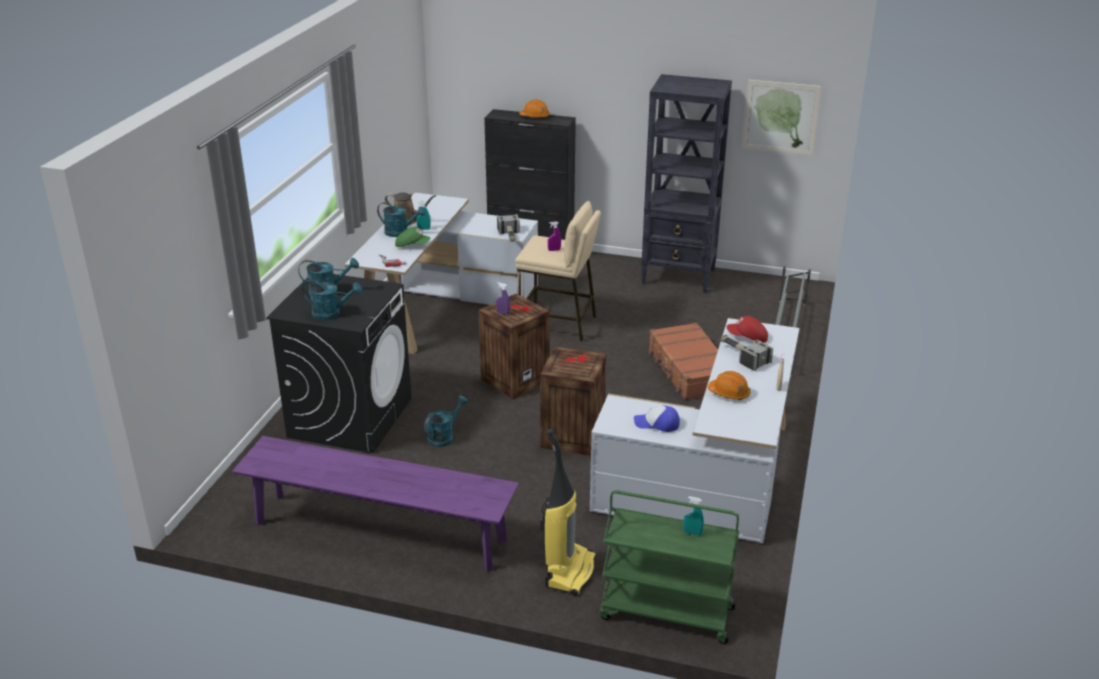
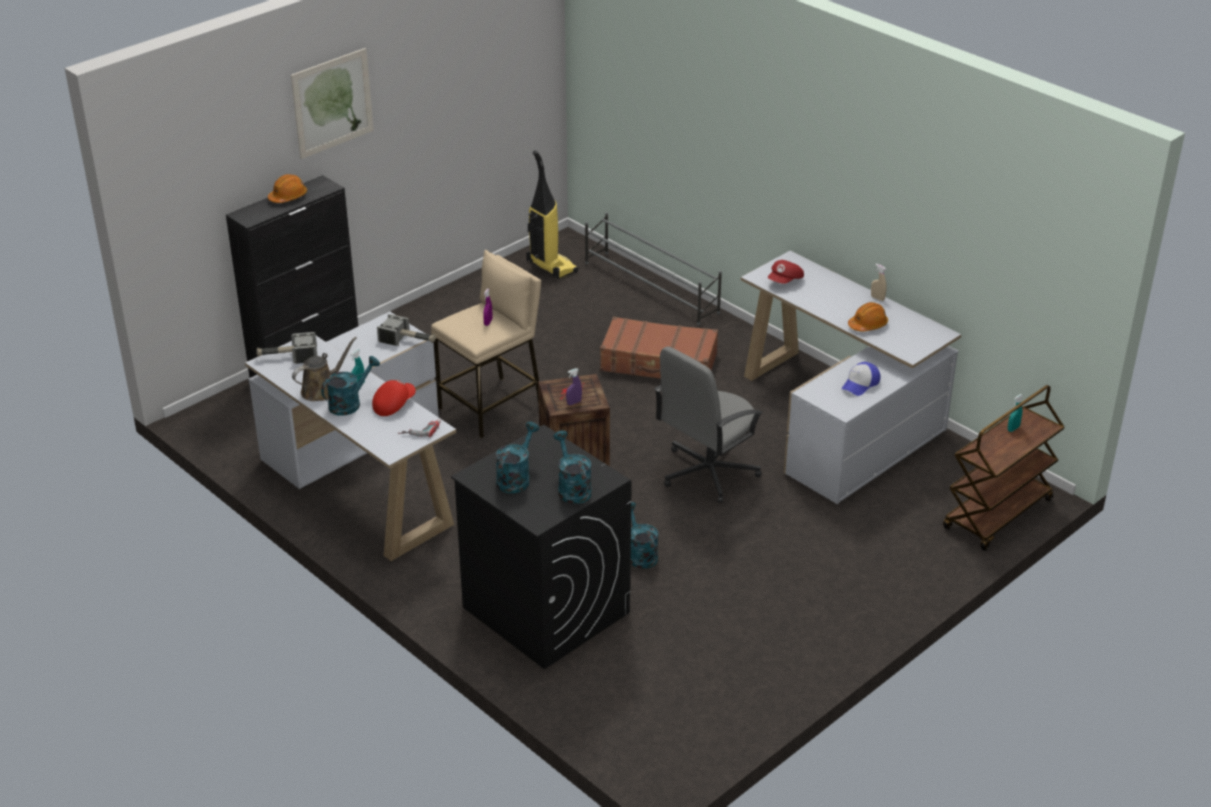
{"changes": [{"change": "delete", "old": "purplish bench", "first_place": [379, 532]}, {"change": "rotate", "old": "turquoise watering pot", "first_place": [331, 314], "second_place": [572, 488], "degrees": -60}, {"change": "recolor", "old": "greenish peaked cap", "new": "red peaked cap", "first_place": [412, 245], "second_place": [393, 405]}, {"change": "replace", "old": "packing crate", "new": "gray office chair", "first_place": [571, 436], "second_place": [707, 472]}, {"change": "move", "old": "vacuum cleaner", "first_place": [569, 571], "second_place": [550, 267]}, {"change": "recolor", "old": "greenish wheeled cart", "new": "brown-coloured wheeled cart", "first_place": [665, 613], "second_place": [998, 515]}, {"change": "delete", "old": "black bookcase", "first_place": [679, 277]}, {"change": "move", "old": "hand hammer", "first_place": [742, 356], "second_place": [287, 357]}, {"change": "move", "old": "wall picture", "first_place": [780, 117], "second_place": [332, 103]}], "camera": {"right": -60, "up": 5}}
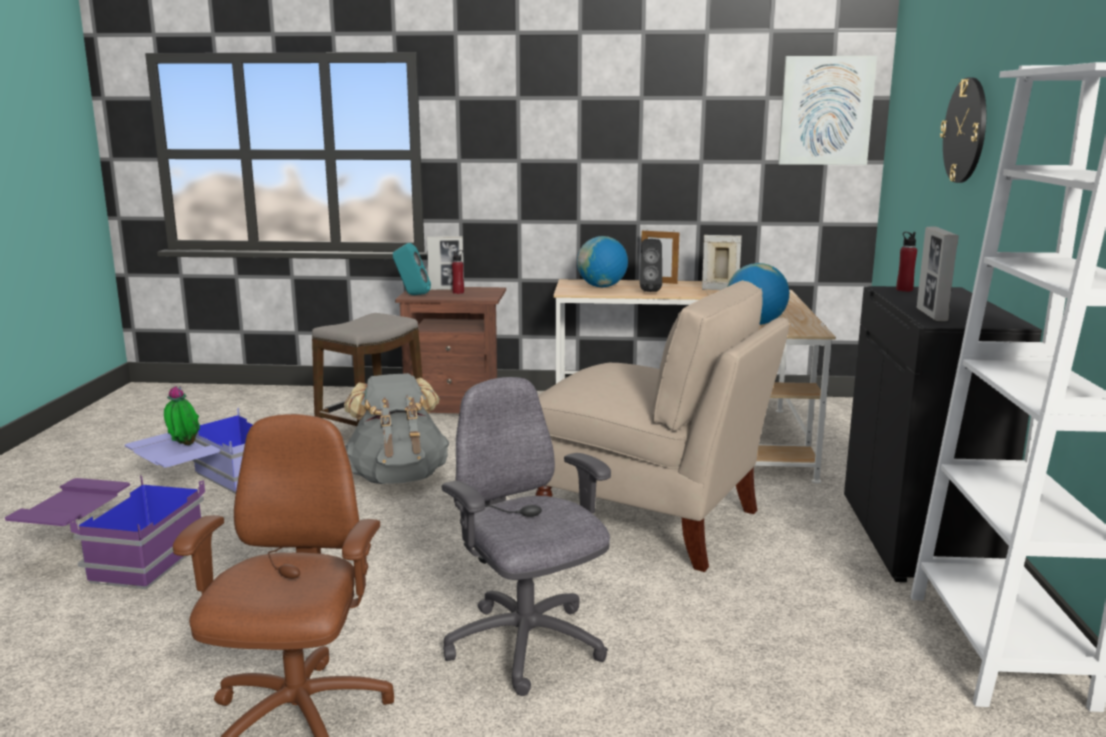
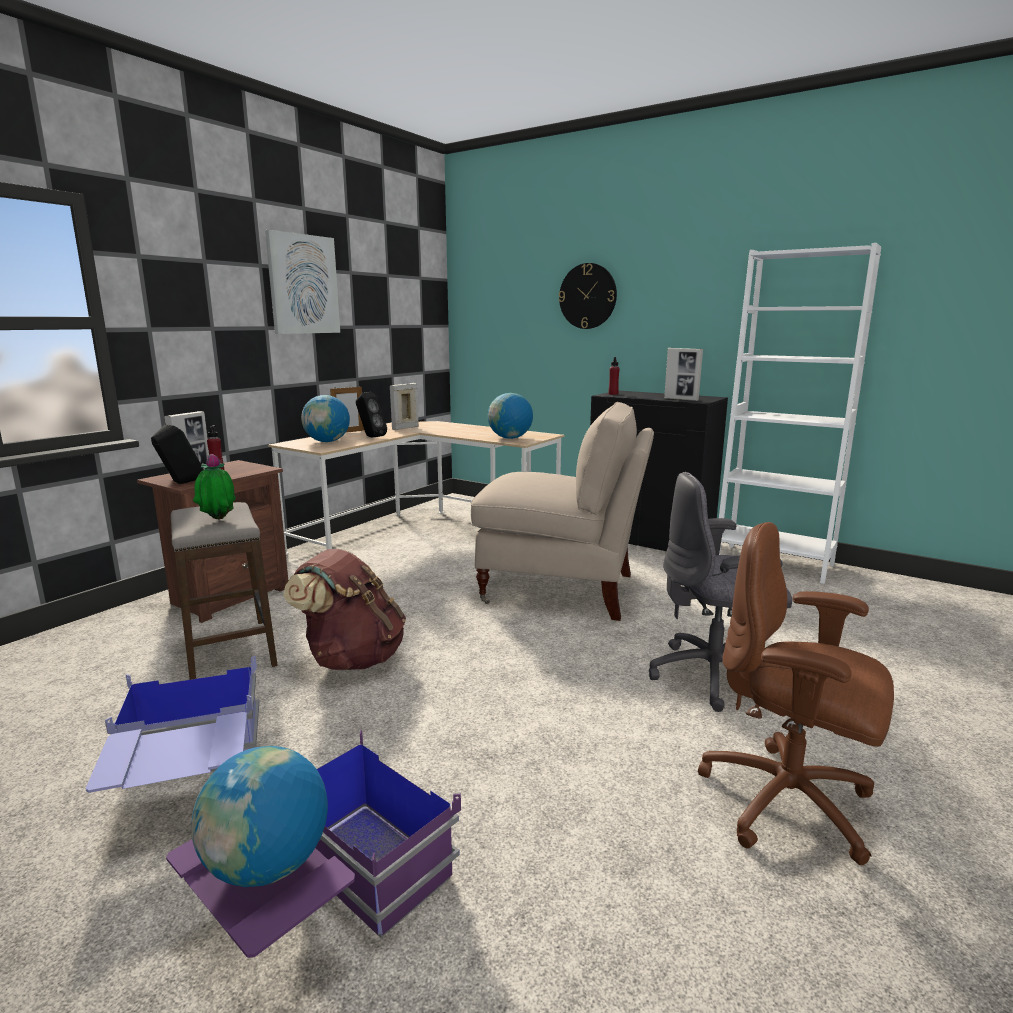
{"changes": [{"change": "move", "old": "houseplant", "first_place": [184, 445], "second_place": [217, 520]}, {"change": "recolor", "old": "gray backpack", "new": "brown-coloured backpack", "first_place": [398, 477], "second_place": [352, 659]}, {"change": "recolor", "old": "turquoise speaker", "new": "black speaker", "first_place": [412, 295], "second_place": [180, 483]}, {"change": "rotate", "old": "sand-coloured chair", "first_place": [653, 520], "second_place": [562, 589], "degrees": 45}, {"change": "move", "old": "wall picture", "first_place": [825, 111], "second_place": [303, 284]}, {"change": "insert", "new": "globe", "second_place": [268, 865]}], "camera": {"right": -60, "up": 0}}
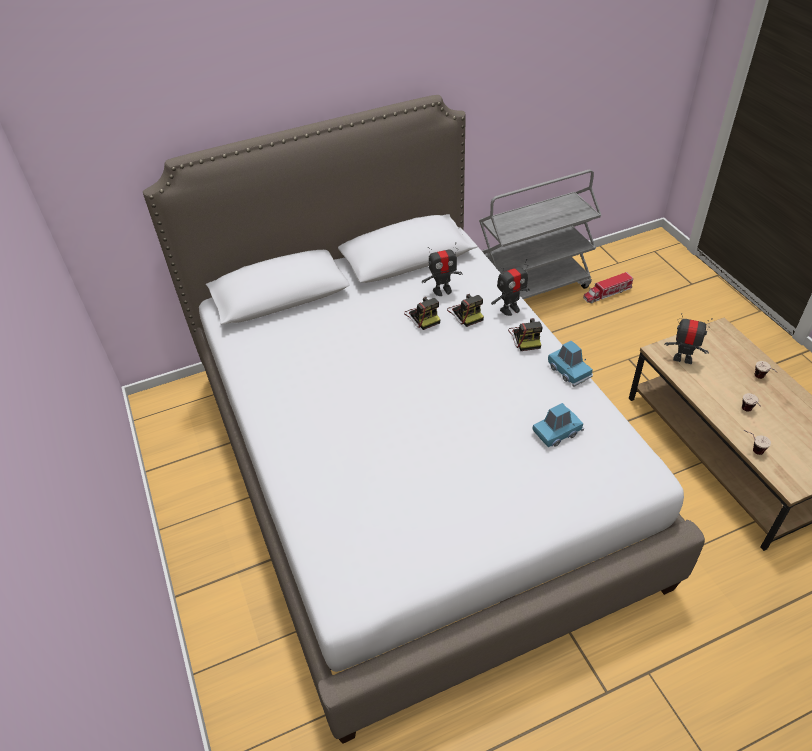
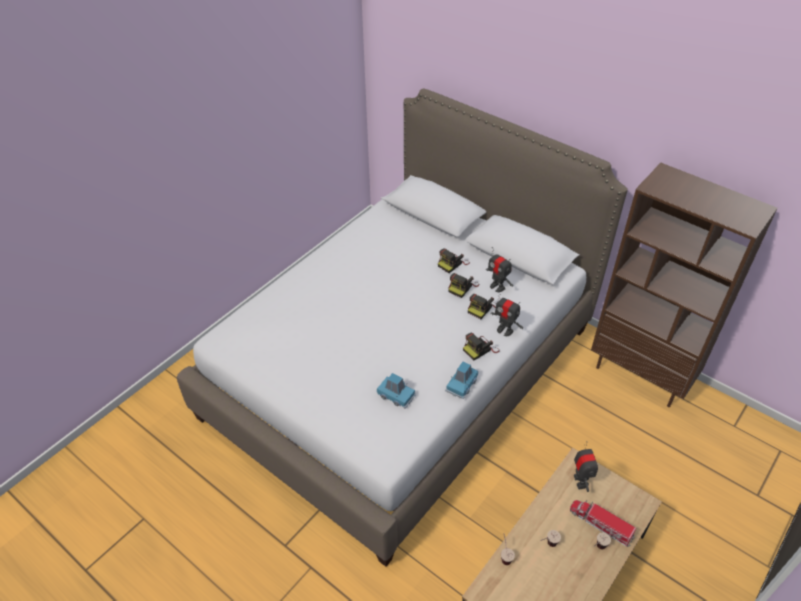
{"changes": [{"change": "replace", "old": "gray wheeled cart", "new": "brown-coloured bookcase", "first_place": [532, 289], "second_place": [641, 374]}, {"change": "move", "old": "toy lorry", "first_place": [607, 293], "second_place": [600, 524]}, {"change": "insert", "new": "still camera", "second_place": [453, 263]}], "camera": {"right": 60, "up": 0}}
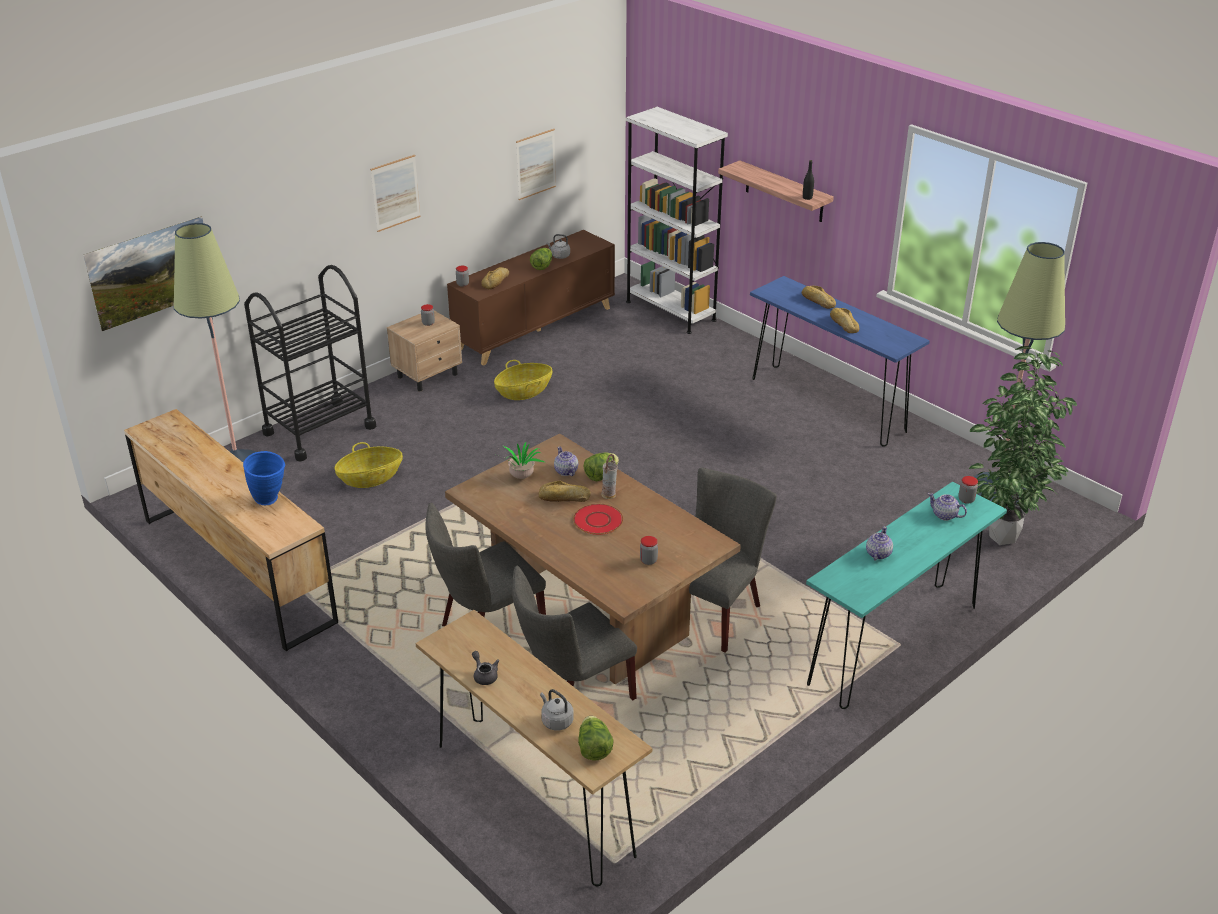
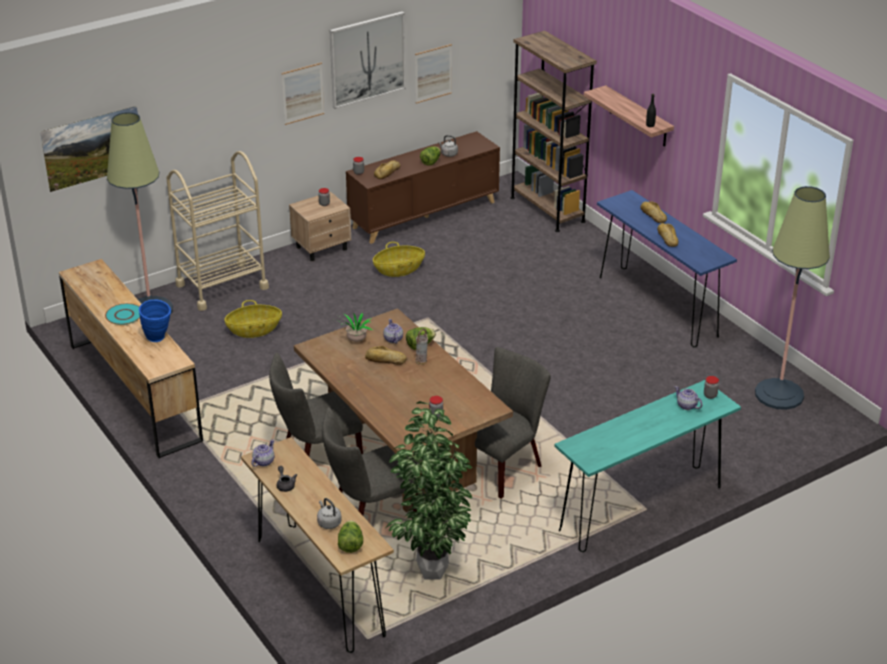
{"changes": [{"change": "recolor", "old": "black wheeled cart", "new": "sand-coloured wheeled cart", "first_place": [319, 430], "second_place": [222, 286]}, {"change": "delete", "old": "red dinner plate", "first_place": [597, 520]}, {"change": "recolor", "old": "white-coloured bookcase", "new": "brown-coloured bookcase", "first_place": [670, 311], "second_place": [547, 209]}, {"change": "move", "old": "teapot", "first_place": [878, 554], "second_place": [263, 461]}, {"change": "move", "old": "houseplant", "first_place": [1000, 539], "second_place": [429, 574]}, {"change": "insert", "new": "turquoise dinner plate", "second_place": [124, 315]}, {"change": "insert", "new": "wall picture", "second_place": [367, 59]}], "camera": {"right": 10, "up": 0}}
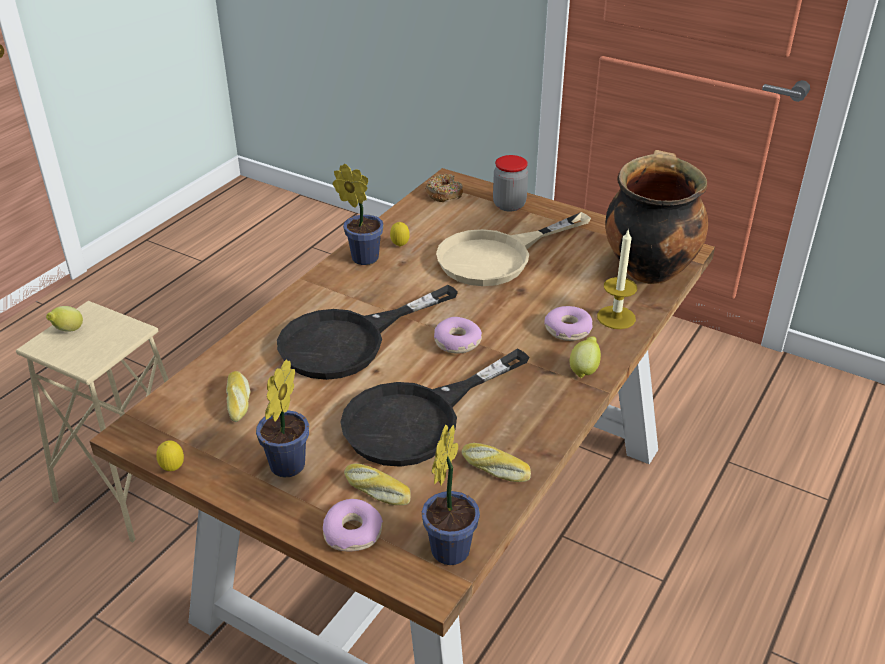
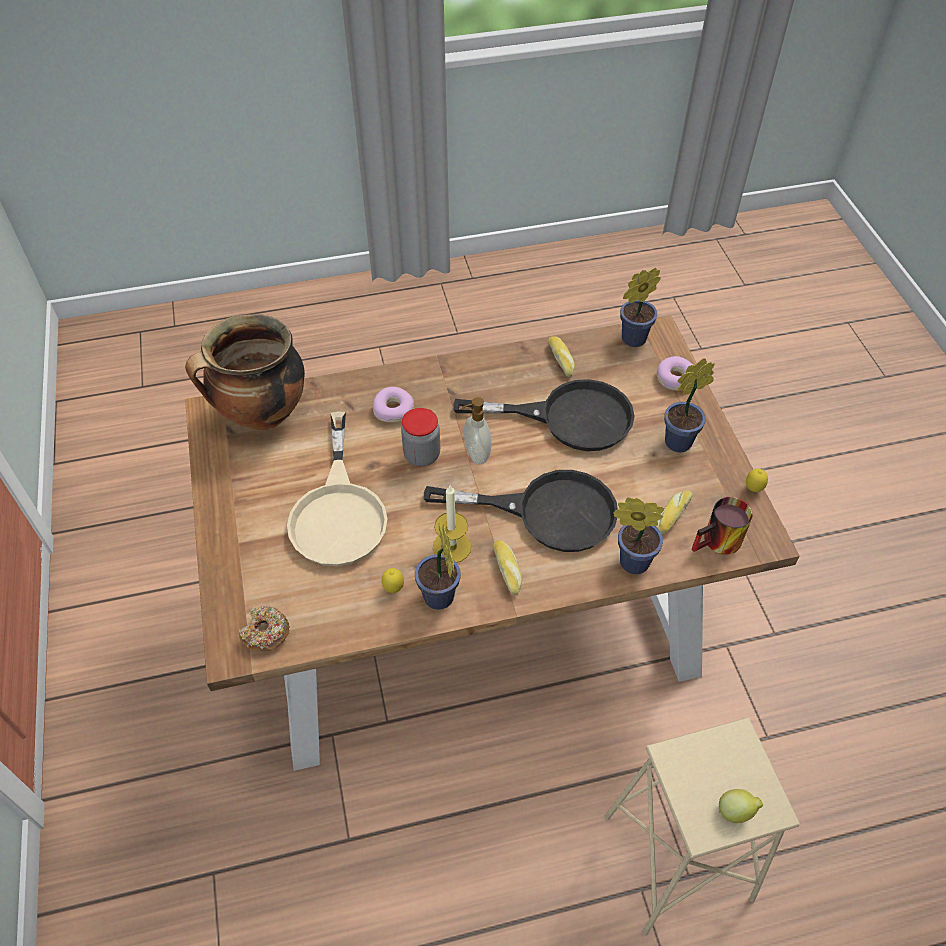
{"changes": [{"change": "move", "old": "bread", "first_place": [376, 491], "second_place": [508, 570]}, {"change": "replace", "old": "ring doughnut", "new": "soap bottle", "first_place": [457, 342], "second_place": [476, 454]}, {"change": "rotate", "old": "sand-coloured frying pan", "first_place": [498, 256], "second_place": [339, 511], "degrees": 75}, {"change": "move", "old": "jar", "first_place": [509, 205], "second_place": [422, 455]}, {"change": "delete", "old": "lemon", "first_place": [584, 370]}, {"change": "move", "old": "wax candle", "first_place": [616, 317], "second_place": [452, 547]}, {"change": "insert", "new": "houseplant", "second_place": [630, 561]}, {"change": "insert", "new": "coffee mug", "second_place": [719, 544]}], "camera": {"right": -135, "up": 15}}
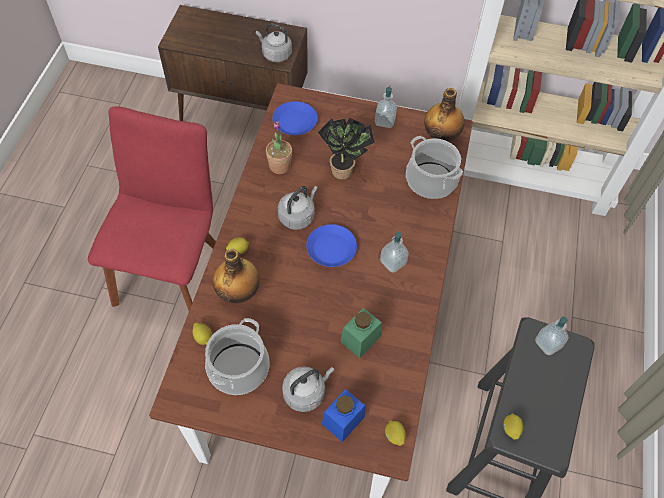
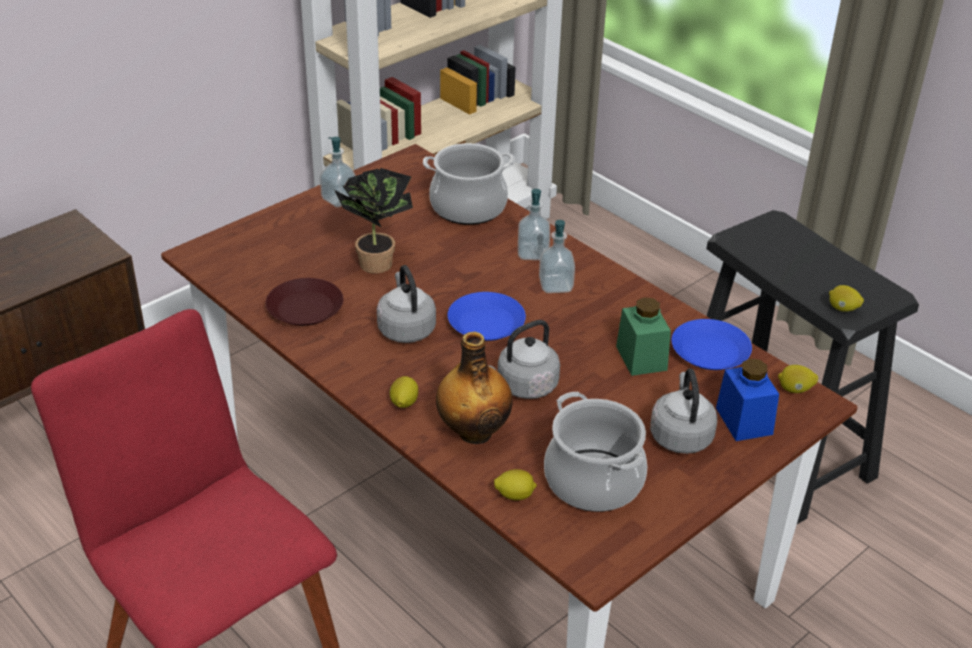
{"changes": [{"change": "move", "old": "gray tea kettle", "first_place": [275, 54], "second_place": [524, 386]}, {"change": "replace", "old": "houseplant", "new": "brown-coloured dinner plate", "first_place": [279, 166], "second_place": [306, 309]}, {"change": "move", "old": "blue dinner plate", "first_place": [295, 121], "second_place": [709, 351]}, {"change": "delete", "old": "drink bottle", "first_place": [441, 137]}, {"change": "move", "old": "soap bottle", "first_place": [548, 344], "second_place": [533, 253]}], "camera": {"right": -55, "up": -20}}
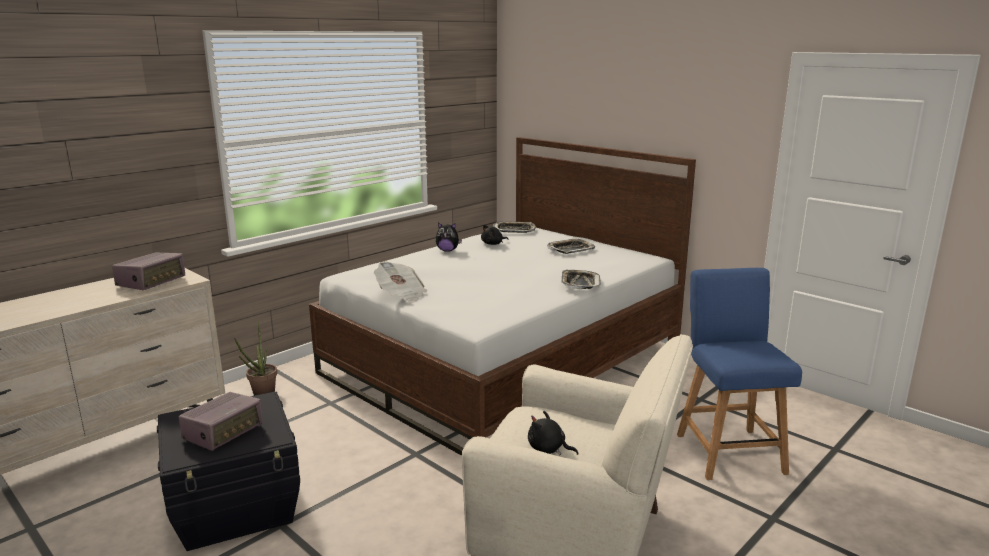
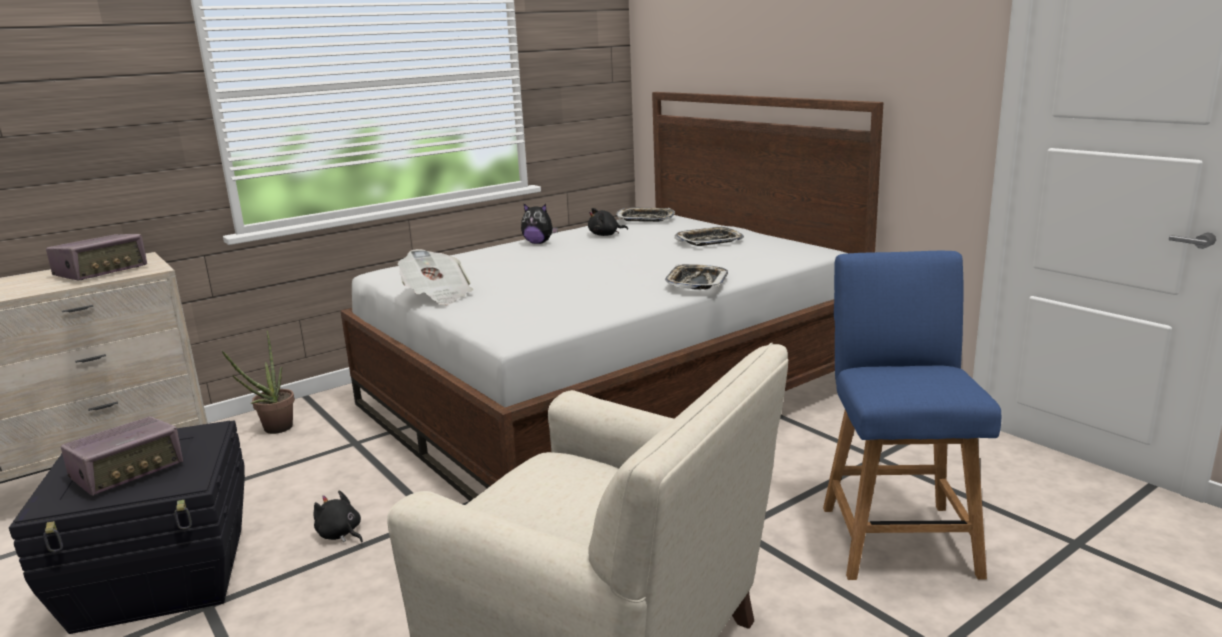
{"changes": [{"change": "move", "old": "black cuddly toy", "first_place": [548, 449], "second_place": [340, 534]}], "camera": {"right": 10, "up": 0}}
